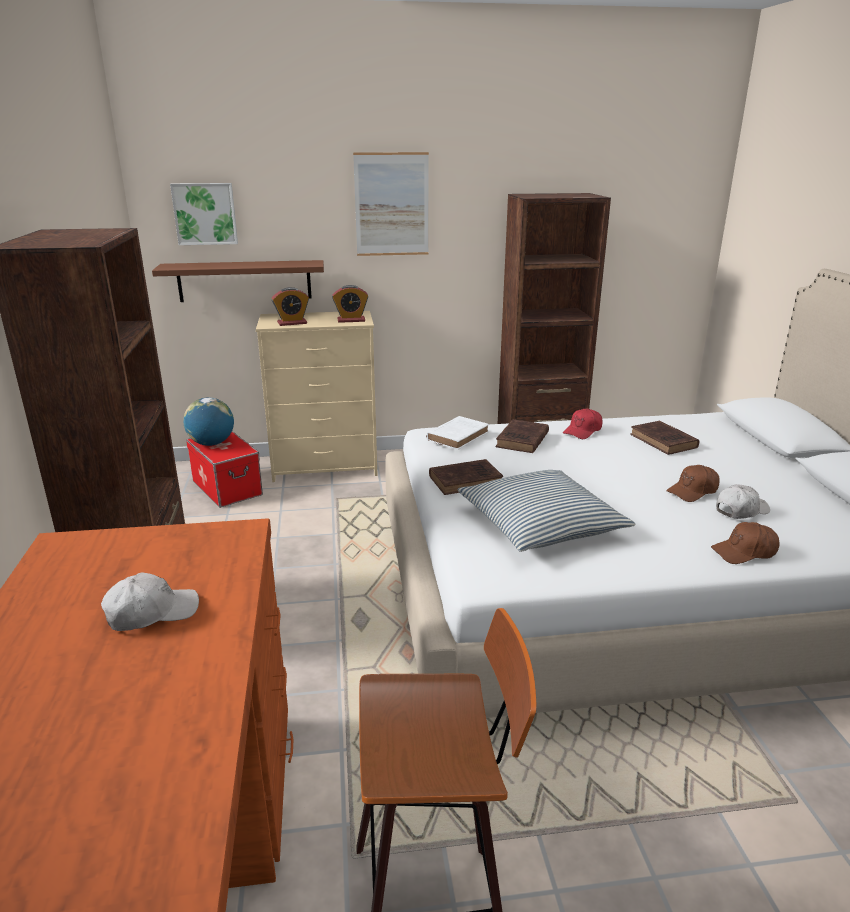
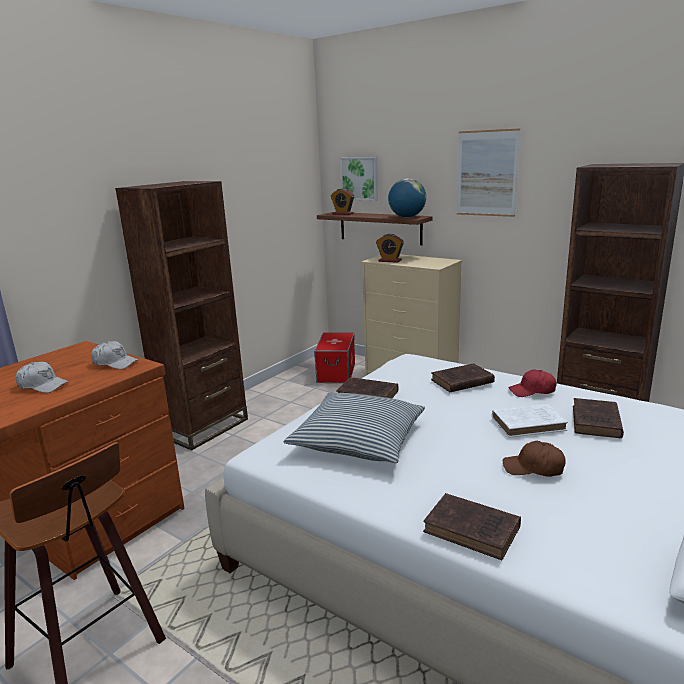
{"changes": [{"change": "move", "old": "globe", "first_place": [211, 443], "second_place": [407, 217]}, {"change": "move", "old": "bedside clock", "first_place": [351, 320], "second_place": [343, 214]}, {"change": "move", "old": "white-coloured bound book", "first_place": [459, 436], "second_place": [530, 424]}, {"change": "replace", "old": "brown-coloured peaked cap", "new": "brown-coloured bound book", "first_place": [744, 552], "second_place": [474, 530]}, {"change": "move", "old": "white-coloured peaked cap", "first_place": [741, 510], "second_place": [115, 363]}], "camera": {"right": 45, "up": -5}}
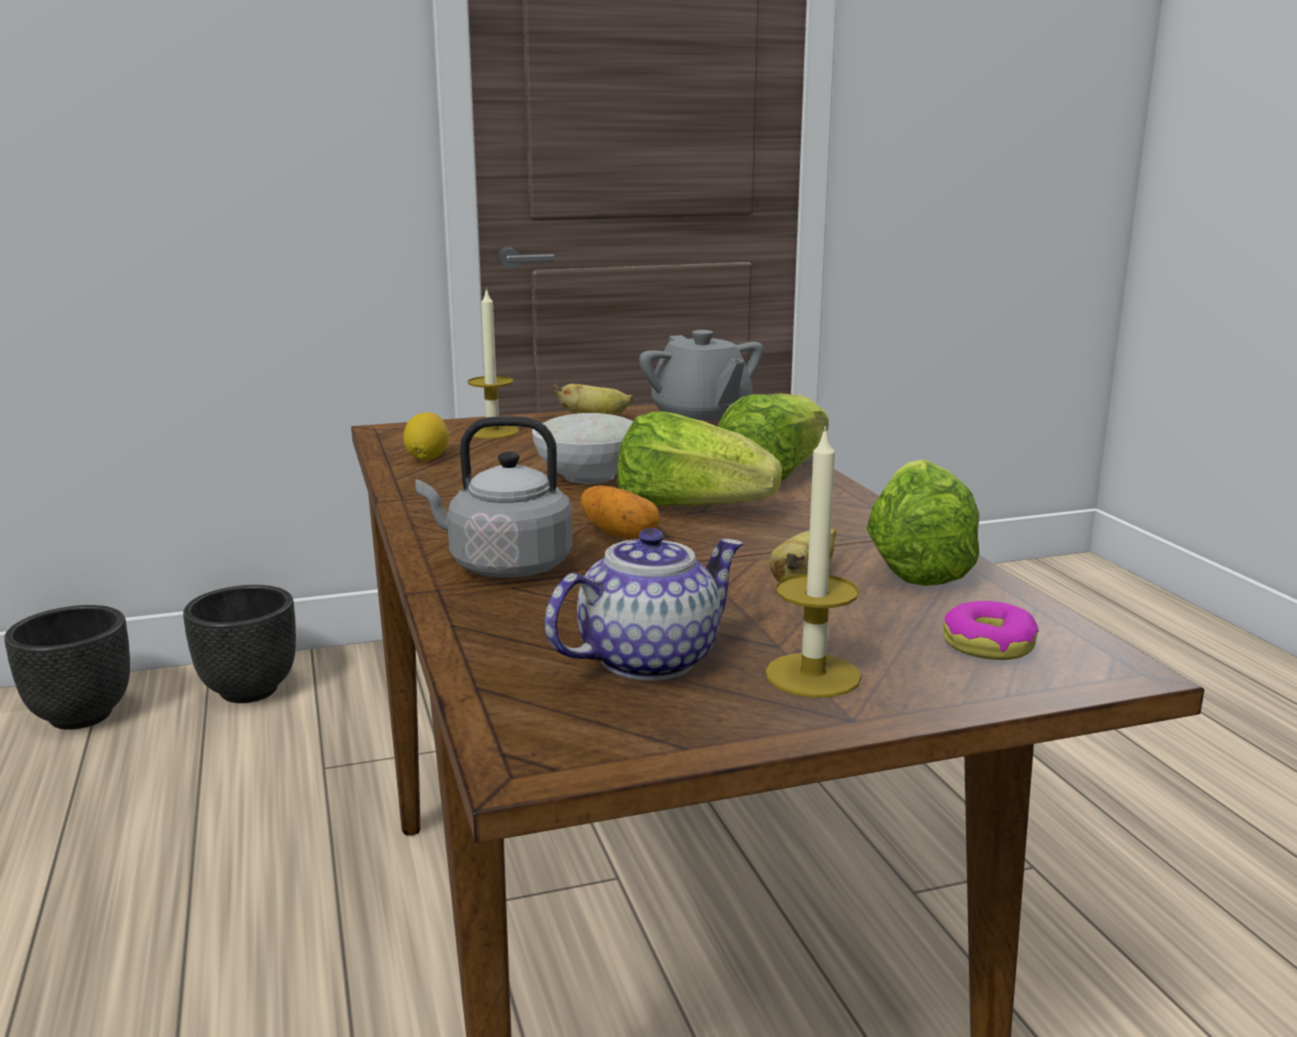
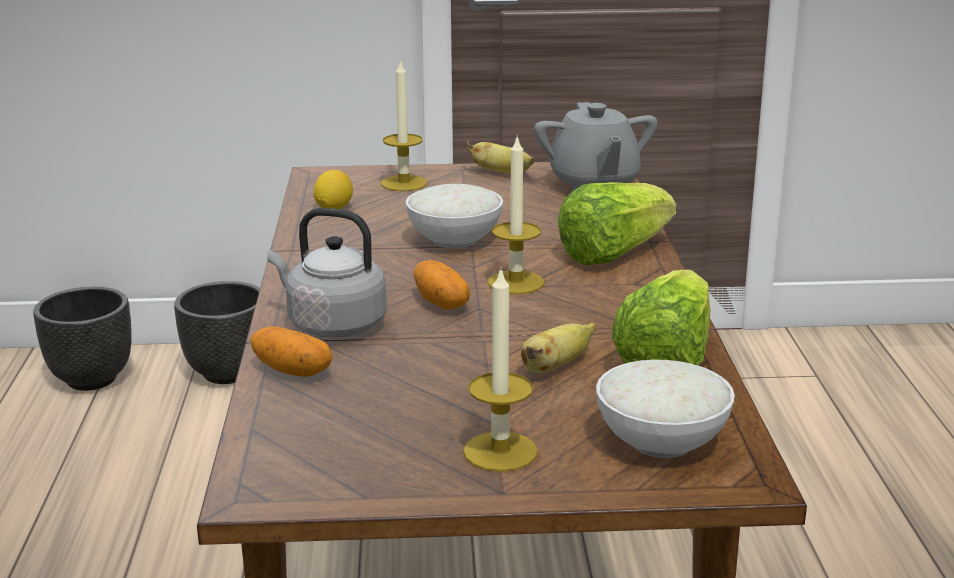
{"changes": [{"change": "delete", "old": "teapot", "first_place": [648, 659]}, {"change": "replace", "old": "head of lettuce", "new": "wax candle", "first_place": [689, 508], "second_place": [516, 282]}, {"change": "replace", "old": "ring doughnut", "new": "white-coloured deep dish", "first_place": [988, 645], "second_place": [661, 443]}, {"change": "insert", "new": "whole potato", "second_place": [293, 370]}], "camera": {"right": 15, "up": 5}}
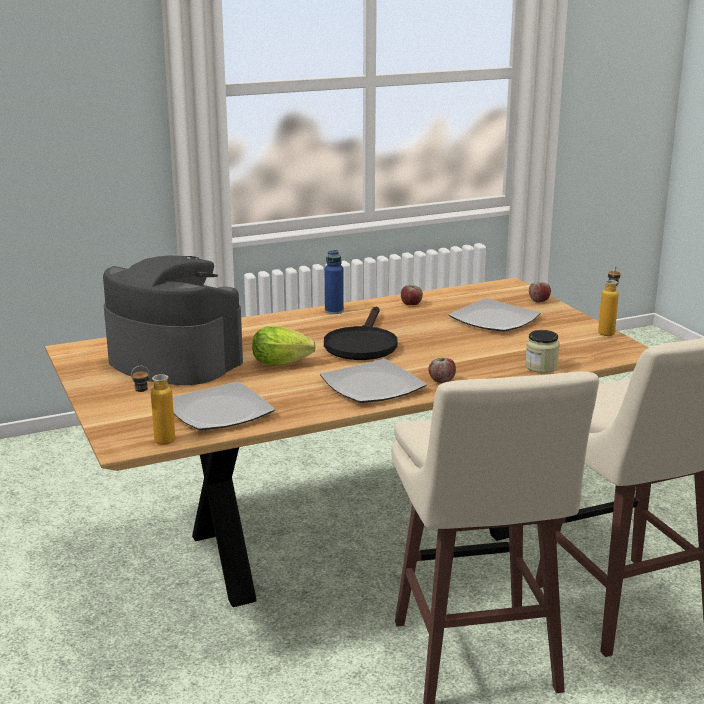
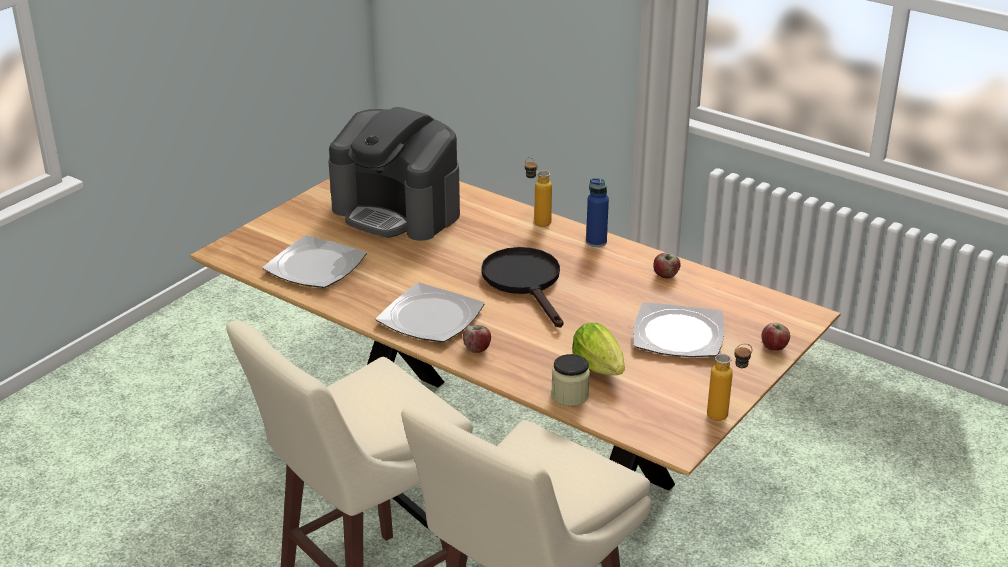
{"changes": [{"change": "rotate", "old": "coffee maker", "first_place": [173, 360], "second_place": [397, 211], "degrees": 120}, {"change": "move", "old": "drink bottle", "first_place": [156, 442], "second_place": [537, 221]}, {"change": "move", "old": "head of lettuce", "first_place": [284, 363], "second_place": [601, 370]}, {"change": "rotate", "old": "black frying pan", "first_place": [362, 344], "second_place": [525, 282], "degrees": 90}], "camera": {"right": 60, "up": 10}}
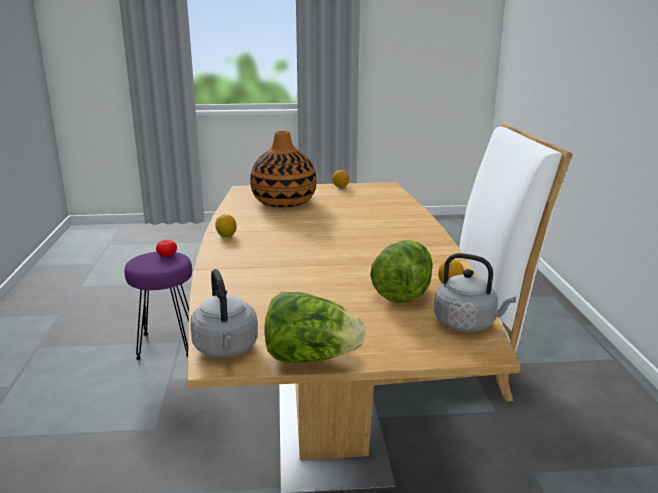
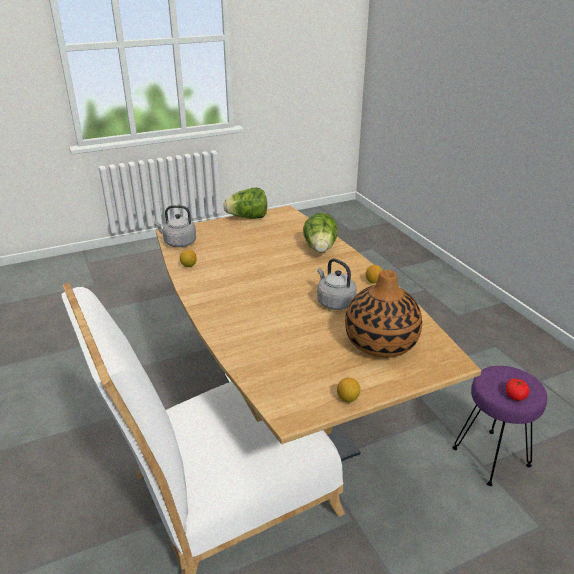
{"changes": [{"change": "move", "old": "gray tea kettle", "first_place": [226, 349], "second_place": [334, 302]}, {"change": "move", "old": "head of lettuce", "first_place": [403, 292], "second_place": [320, 249]}], "camera": {"right": 160, "up": 10}}
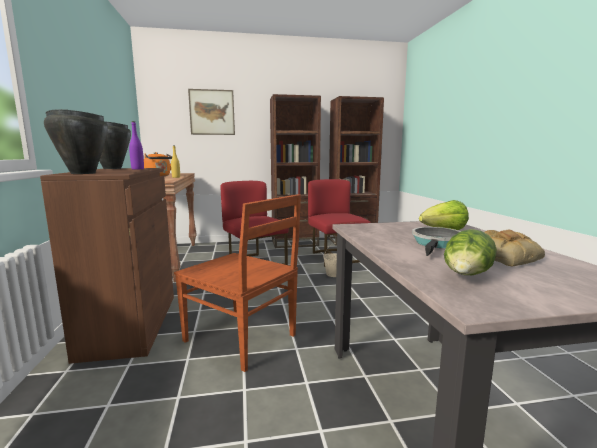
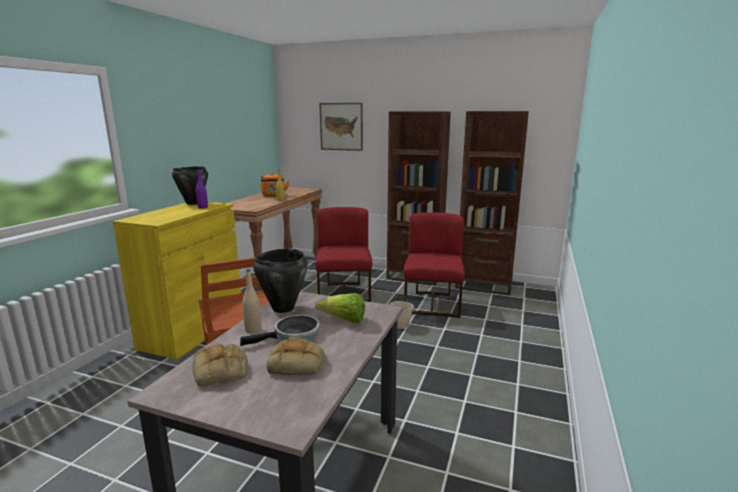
{"changes": [{"change": "recolor", "old": "brown-coloured storage cabinet", "new": "yellow-coloured storage cabinet", "first_place": [131, 324], "second_place": [193, 330]}, {"change": "move", "old": "black stockpot", "first_place": [82, 173], "second_place": [282, 308]}, {"change": "replace", "old": "head of lettuce", "new": "bread", "first_place": [467, 276], "second_place": [221, 371]}, {"change": "insert", "new": "sand-coloured drink bottle", "second_place": [253, 330]}], "camera": {"right": 30, "up": 5}}
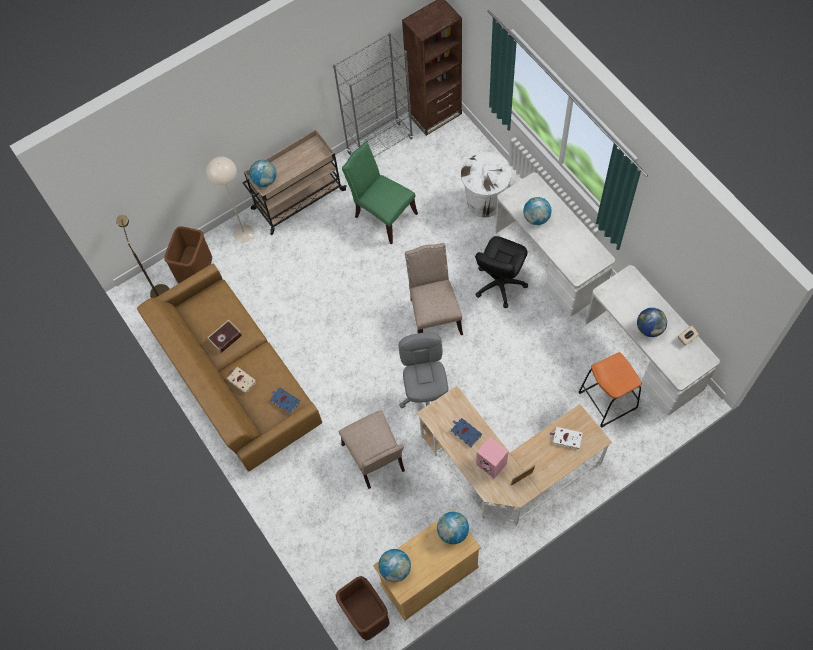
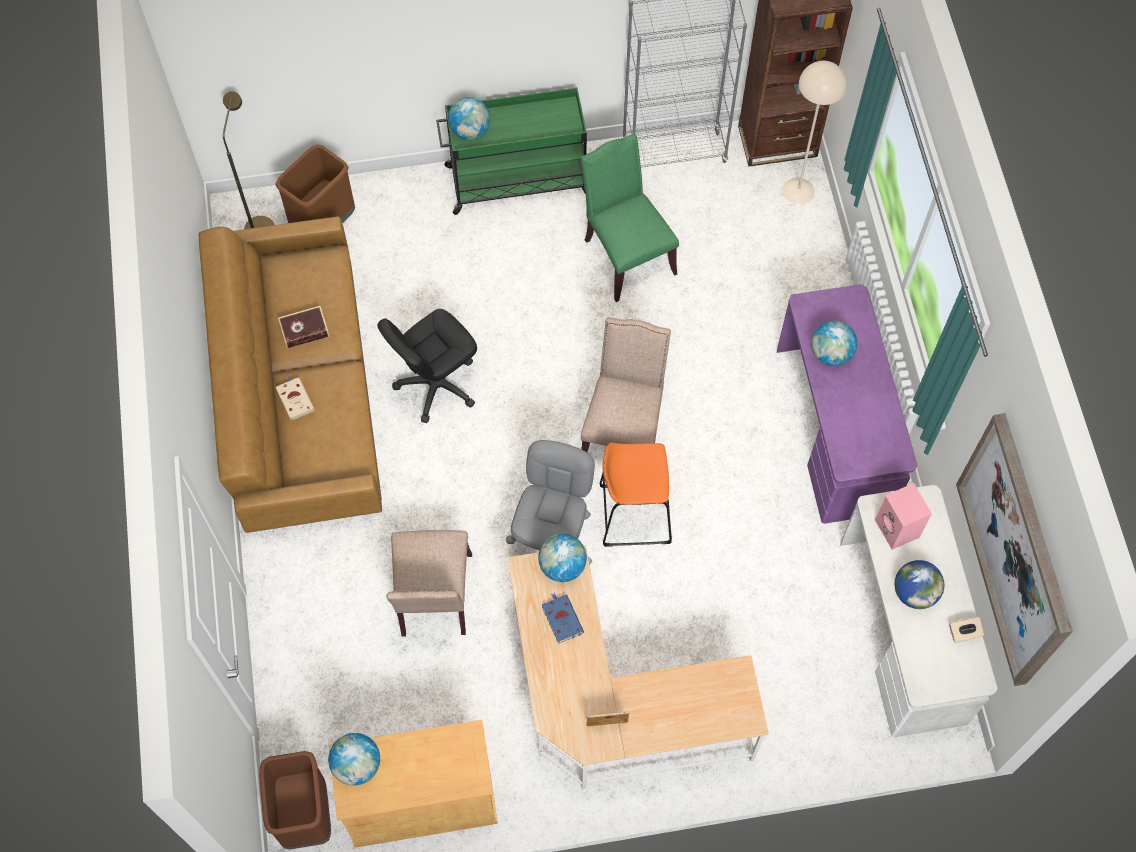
{"changes": [{"change": "move", "old": "sand-coloured floor lamp", "first_place": [244, 233], "second_place": [798, 191]}, {"change": "recolor", "old": "sand-coloured wheeled cart", "new": "greenish wheeled cart", "first_place": [297, 200], "second_place": [516, 181]}, {"change": "delete", "old": "blue bound book", "first_place": [284, 401]}, {"change": "move", "old": "globe", "first_place": [452, 531], "second_place": [562, 566]}, {"change": "delete", "old": "white-coloured trash can", "first_place": [485, 201]}, {"change": "move", "old": "black office chair", "first_place": [499, 284], "second_place": [436, 384]}, {"change": "move", "old": "pink speaker", "first_place": [492, 464], "second_place": [898, 529]}, {"change": "recolor", "old": "white-coloured desk unit", "new": "purplish desk unit", "first_place": [550, 260], "second_place": [835, 428]}, {"change": "delete", "old": "white-coloured bound book", "first_place": [566, 438]}, {"change": "move", "old": "orange stool seat", "first_place": [607, 400], "second_place": [634, 514]}, {"change": "insert", "new": "wall picture", "second_place": [1015, 551]}], "camera": {"right": 20, "up": 0}}
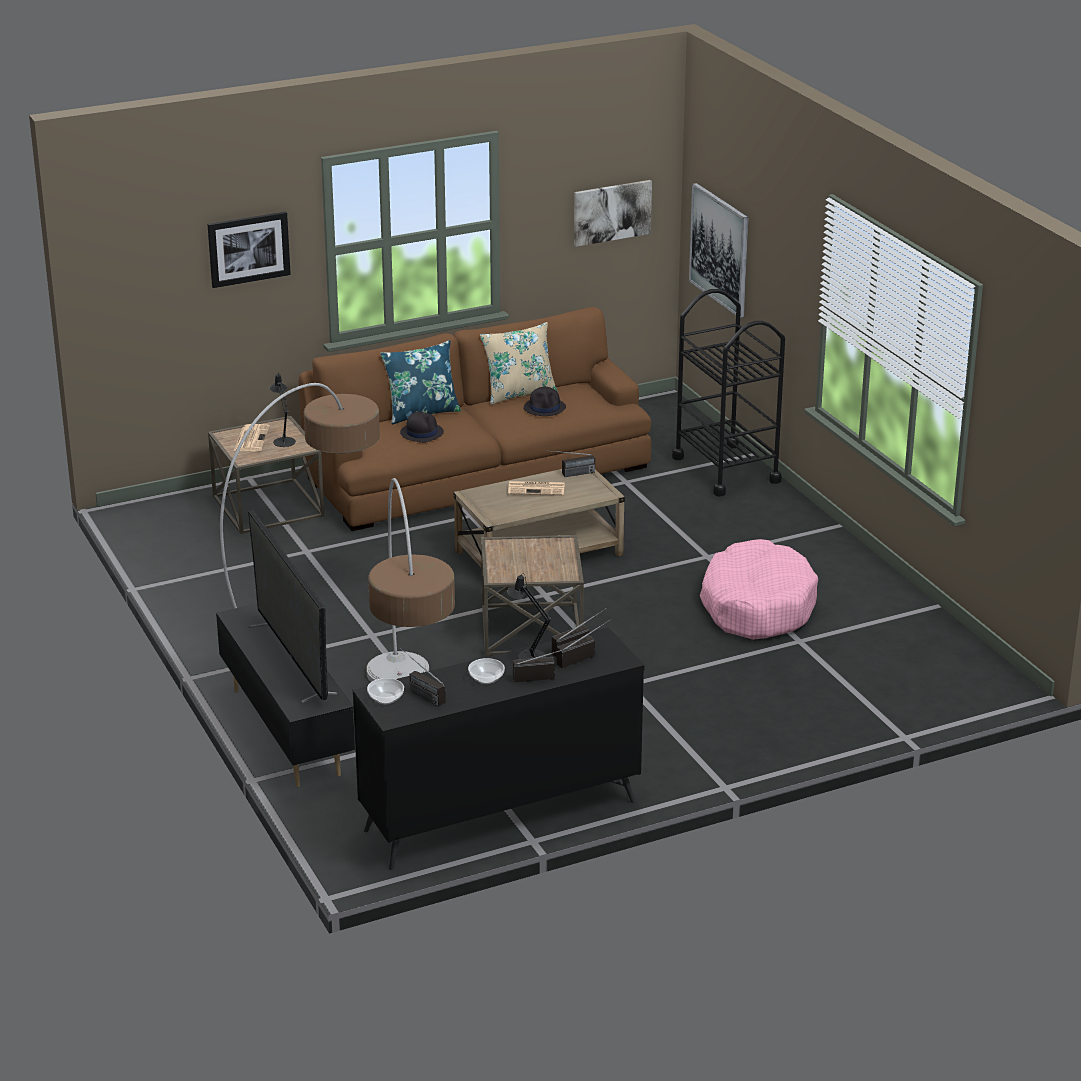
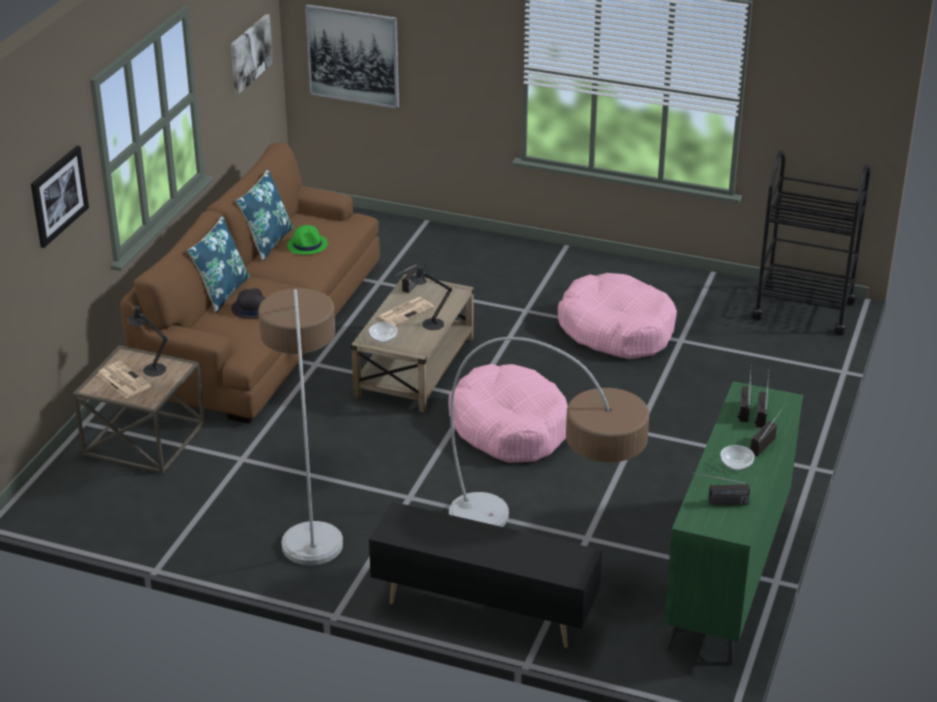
{"changes": [{"change": "delete", "old": "TV", "first_place": [292, 659]}, {"change": "recolor", "old": "black chest of drawers", "new": "greenish chest of drawers", "first_place": [499, 816], "second_place": [726, 577]}, {"change": "move", "old": "deep dish", "first_place": [386, 699], "second_place": [383, 338]}, {"change": "recolor", "old": "sand-coloured throw pillow", "new": "blue throw pillow", "first_place": [519, 393], "second_place": [267, 242]}, {"change": "replace", "old": "brown-coloured accent table", "new": "pink dog bed", "first_place": [532, 629], "second_place": [509, 427]}, {"change": "move", "old": "black tabletop lamp", "first_place": [528, 655], "second_place": [429, 324]}, {"change": "recolor", "old": "black clothing hat", "new": "greenish clothing hat", "first_place": [545, 408], "second_place": [307, 245]}, {"change": "move", "old": "black wheeled cart", "first_place": [726, 469], "second_place": [803, 309]}], "camera": {"right": -45, "up": 5}}
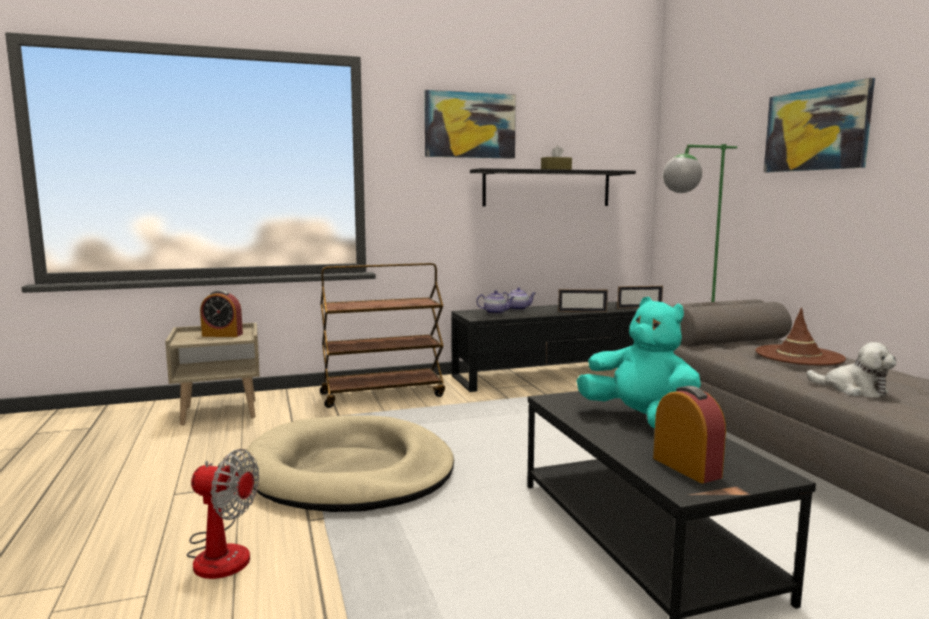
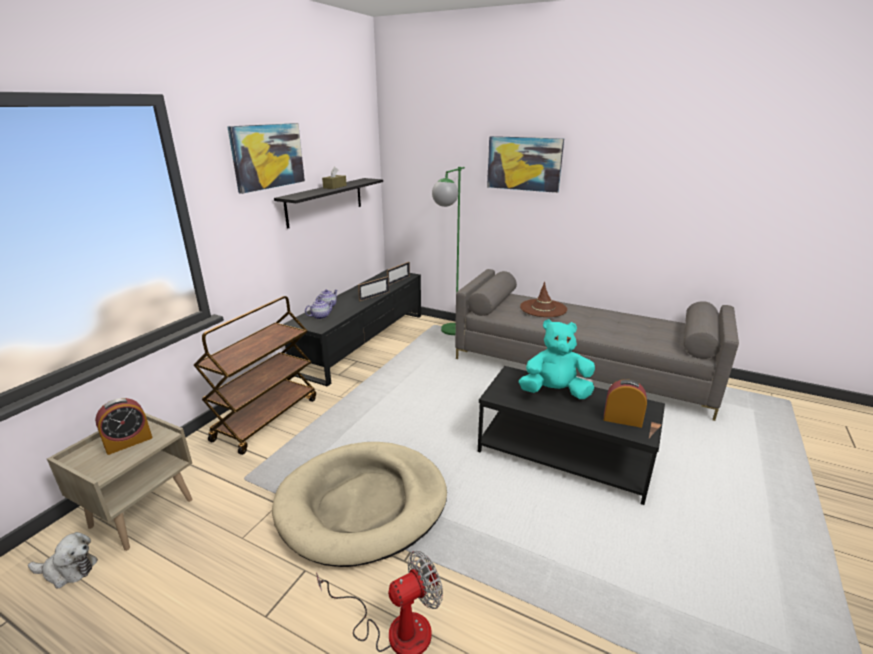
{"changes": [{"change": "move", "old": "cuddly toy", "first_place": [853, 389], "second_place": [68, 570]}], "camera": {"right": -45, "up": 15}}
